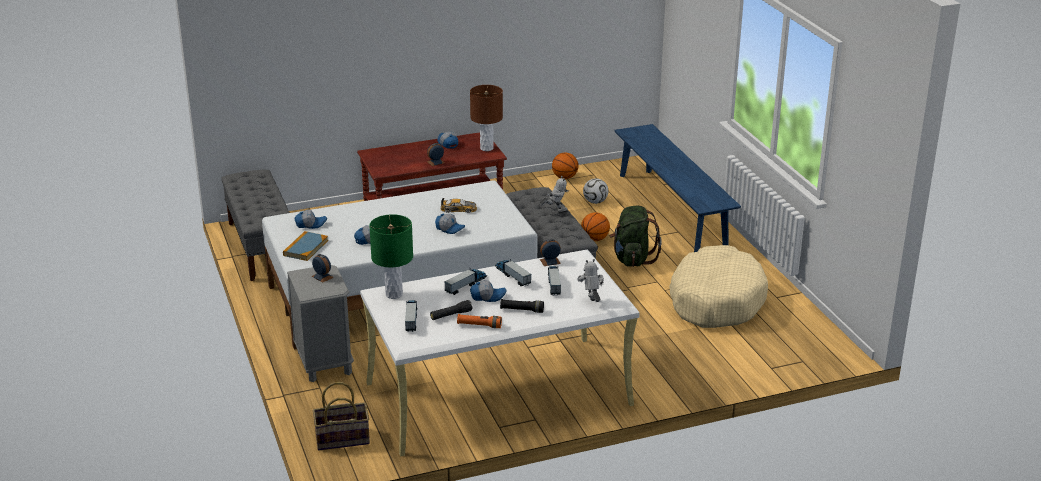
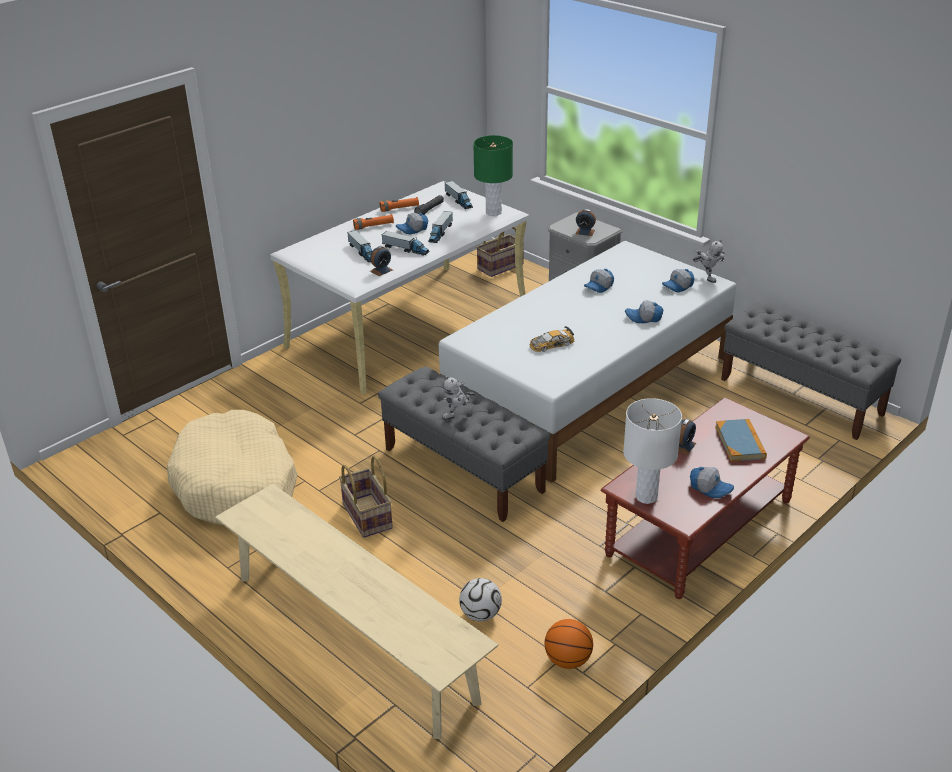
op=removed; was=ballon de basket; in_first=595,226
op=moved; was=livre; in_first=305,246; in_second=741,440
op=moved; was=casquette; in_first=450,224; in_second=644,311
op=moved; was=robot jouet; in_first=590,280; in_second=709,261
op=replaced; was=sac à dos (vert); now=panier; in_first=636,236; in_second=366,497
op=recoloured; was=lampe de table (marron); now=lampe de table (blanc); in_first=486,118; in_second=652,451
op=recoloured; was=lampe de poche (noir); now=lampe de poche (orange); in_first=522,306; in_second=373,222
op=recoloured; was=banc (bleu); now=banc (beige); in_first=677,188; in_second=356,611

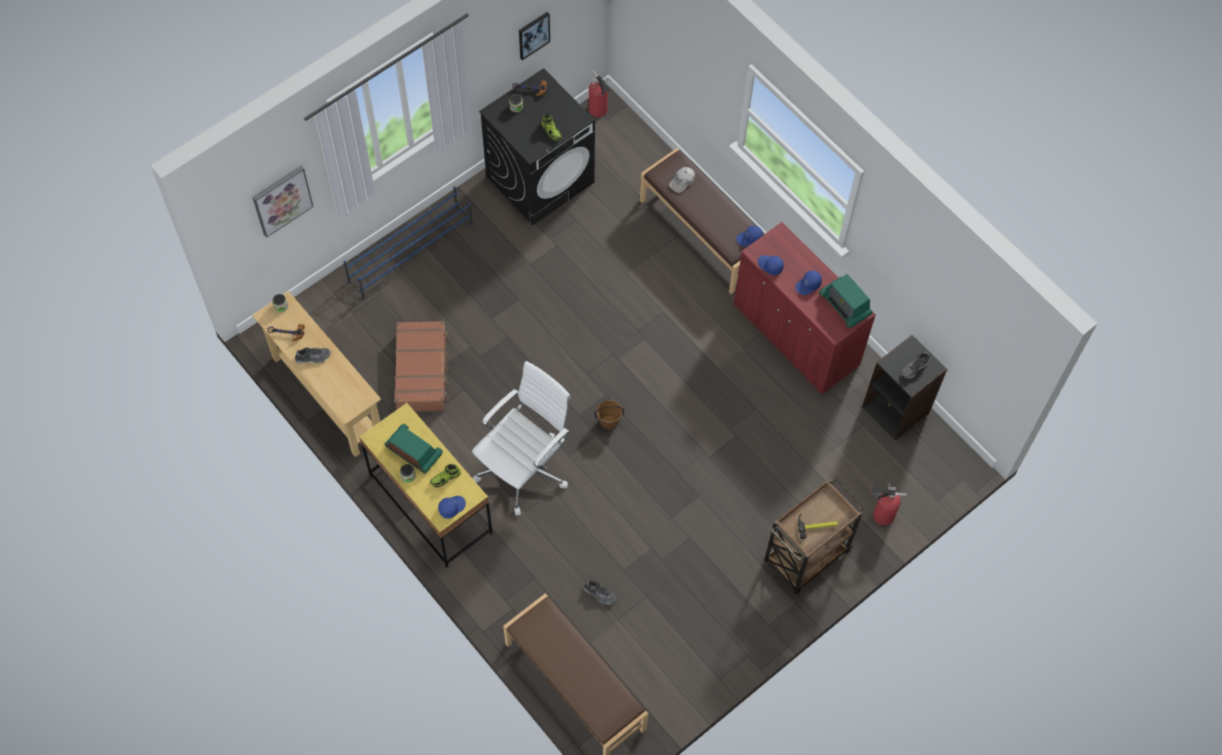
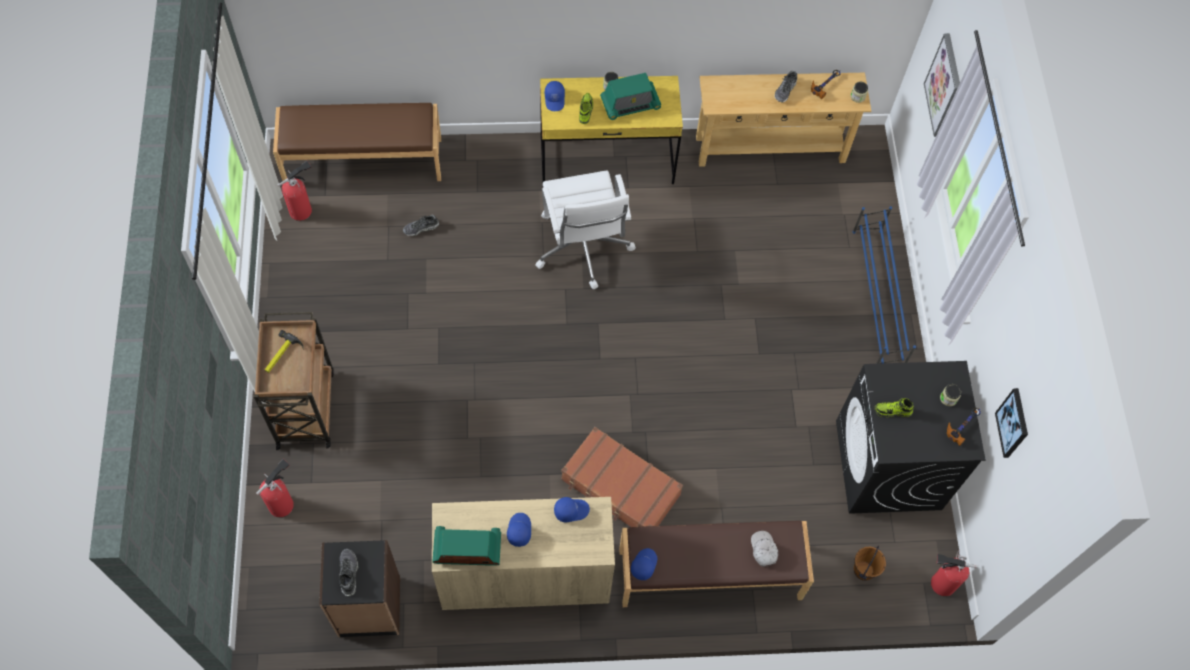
op=added; now=extincteur; in_second=294,191
op=moved; was=valise (marron); in_first=422,366; in_second=622,477
op=moved; was=seau (marron); in_first=609,415; in_second=870,563
op=recoloured; was=meuble de rangement (rouge); now=meuble de rangement (beige); in_first=805,308; in_second=523,553

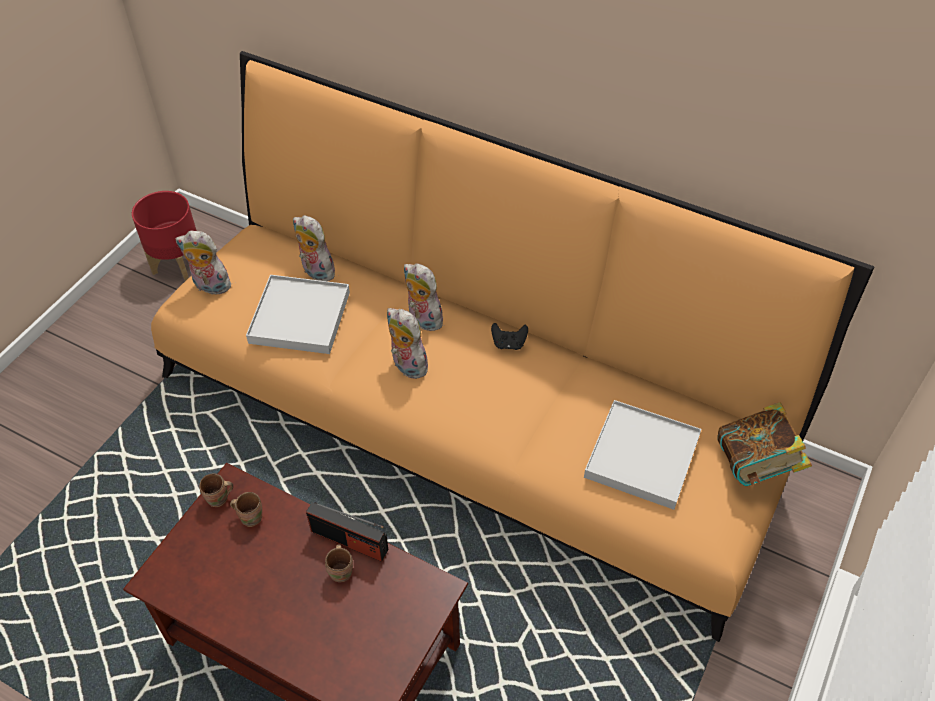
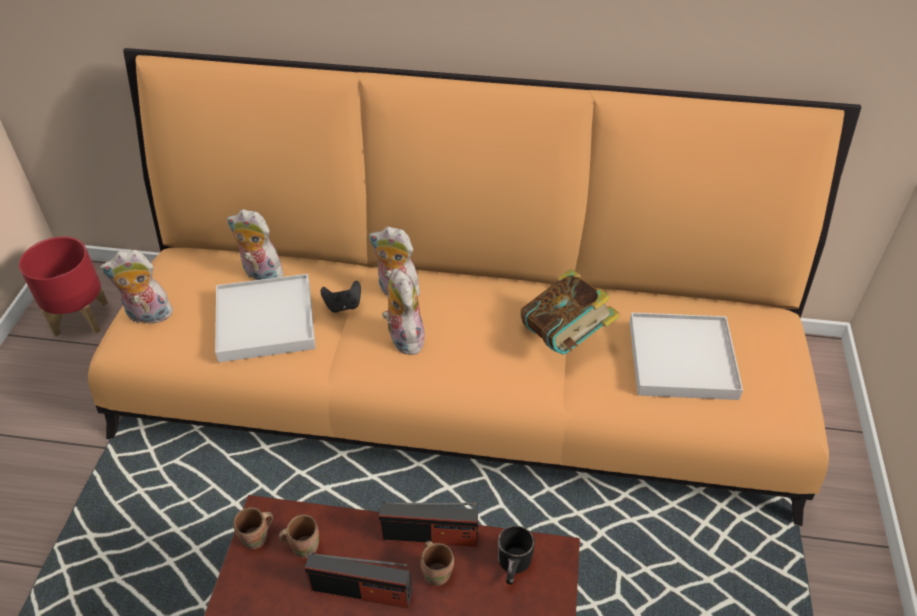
op=added; now=radio; in_second=358,580
op=added; now=mug (noir); in_second=516,555
op=moved; was=manette (noir); in_first=509,336; in_second=341,296
op=moved; was=livre; in_first=765,444; in_second=571,311
op=turned; was=peluche; in_first=408,343; in_second=403,311; clockwise=45

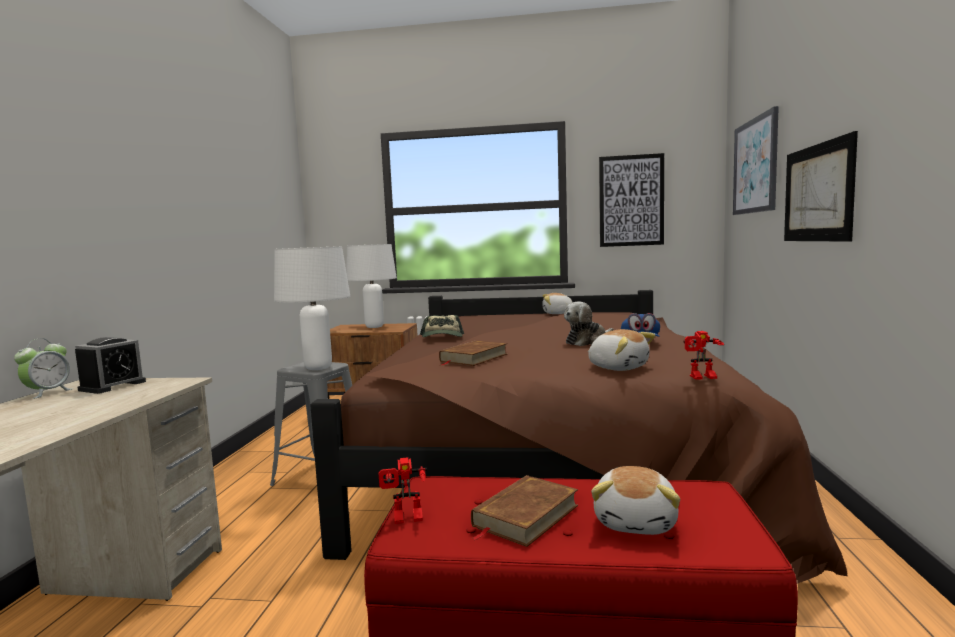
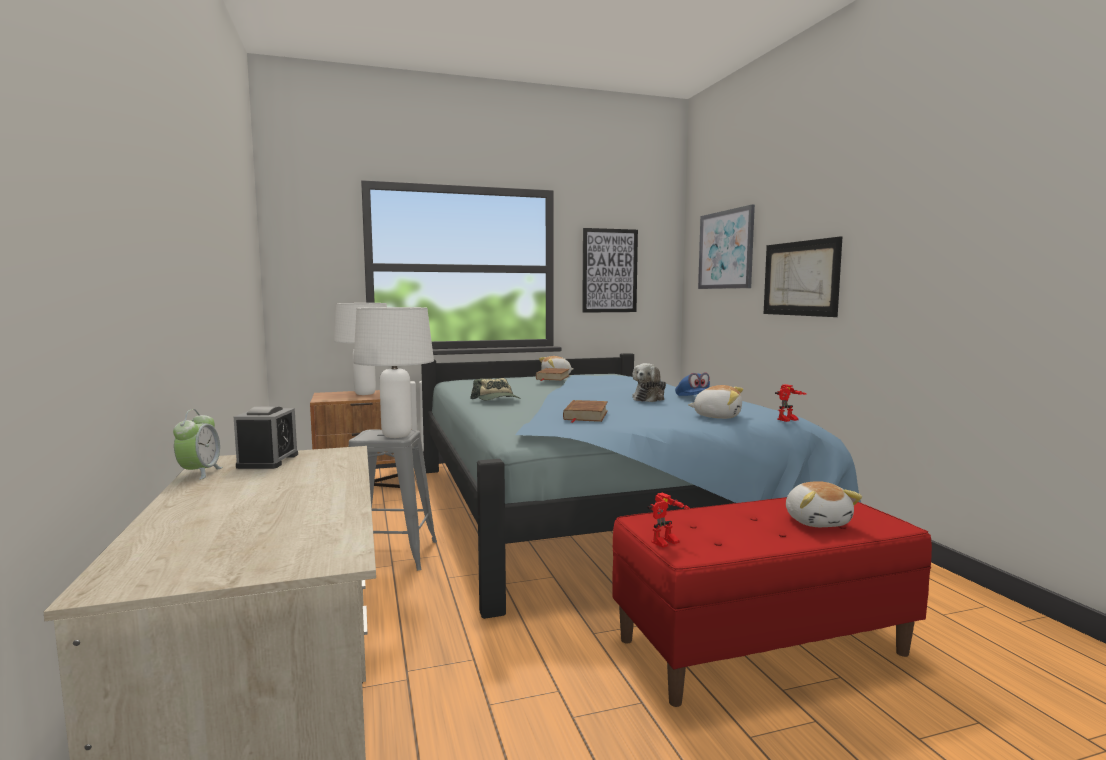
op=moved; was=livre (marron); in_first=524,511; in_second=553,374
op=recoloured; was=lit (marron); now=lit (bleu); in_first=579,437; in_second=641,486

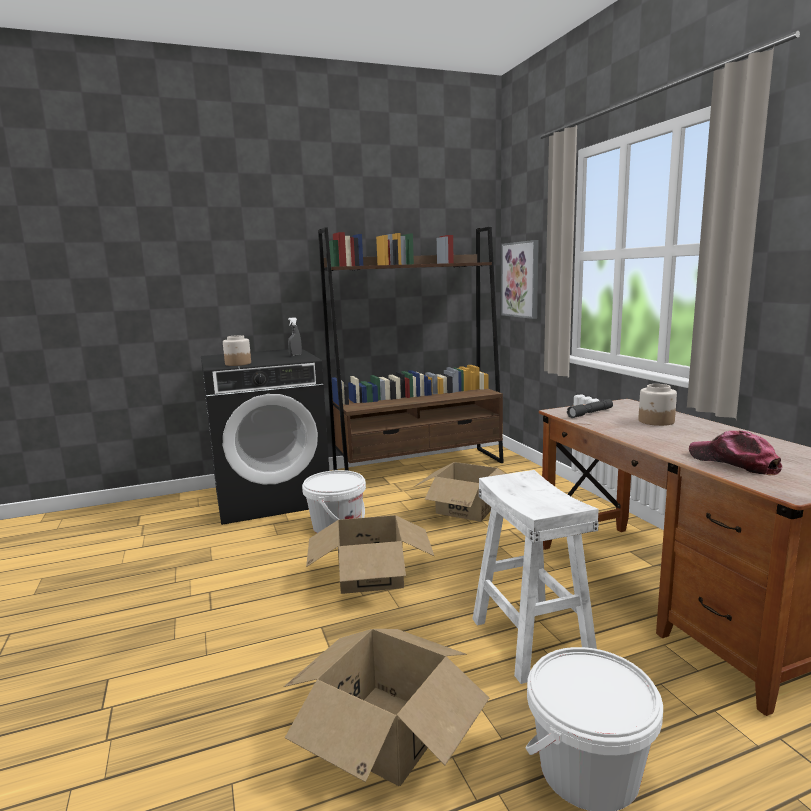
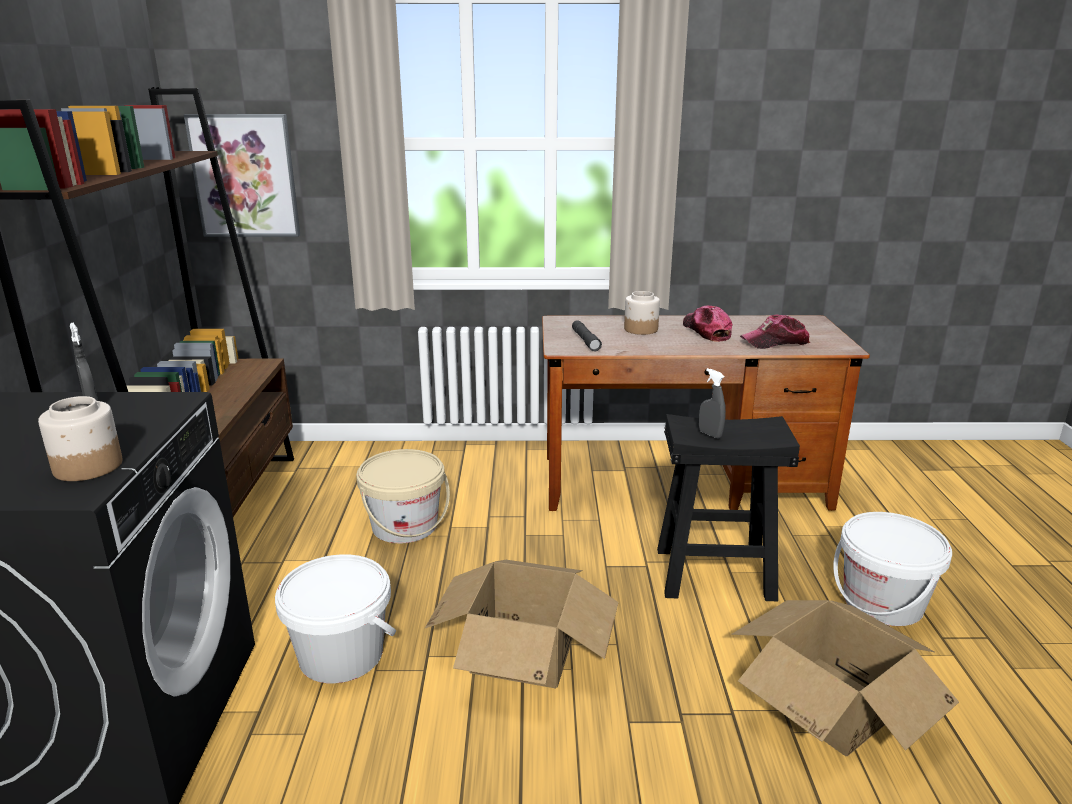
op=added; now=casquette; in_second=707,324
op=added; now=vaporisateur (gris); in_second=712,403
op=replaced; was=carton; now=seau (beige); in_first=459,492; in_second=403,496
op=recoloured; was=tabouret (blanc); now=tabouret (noir); in_first=536,577; in_second=728,507

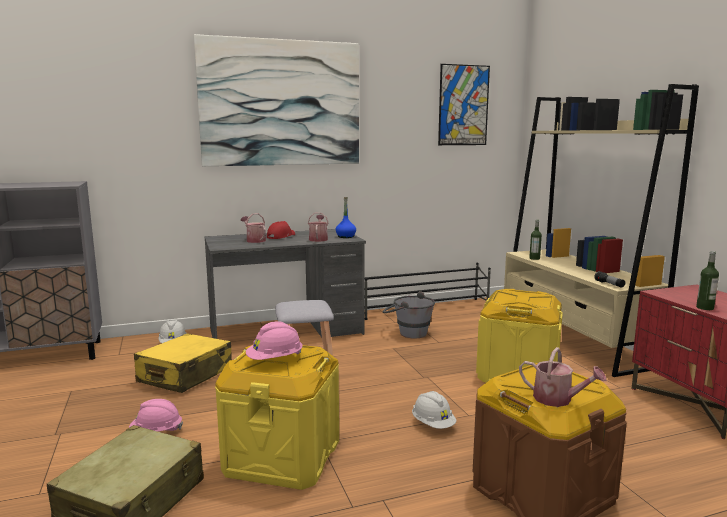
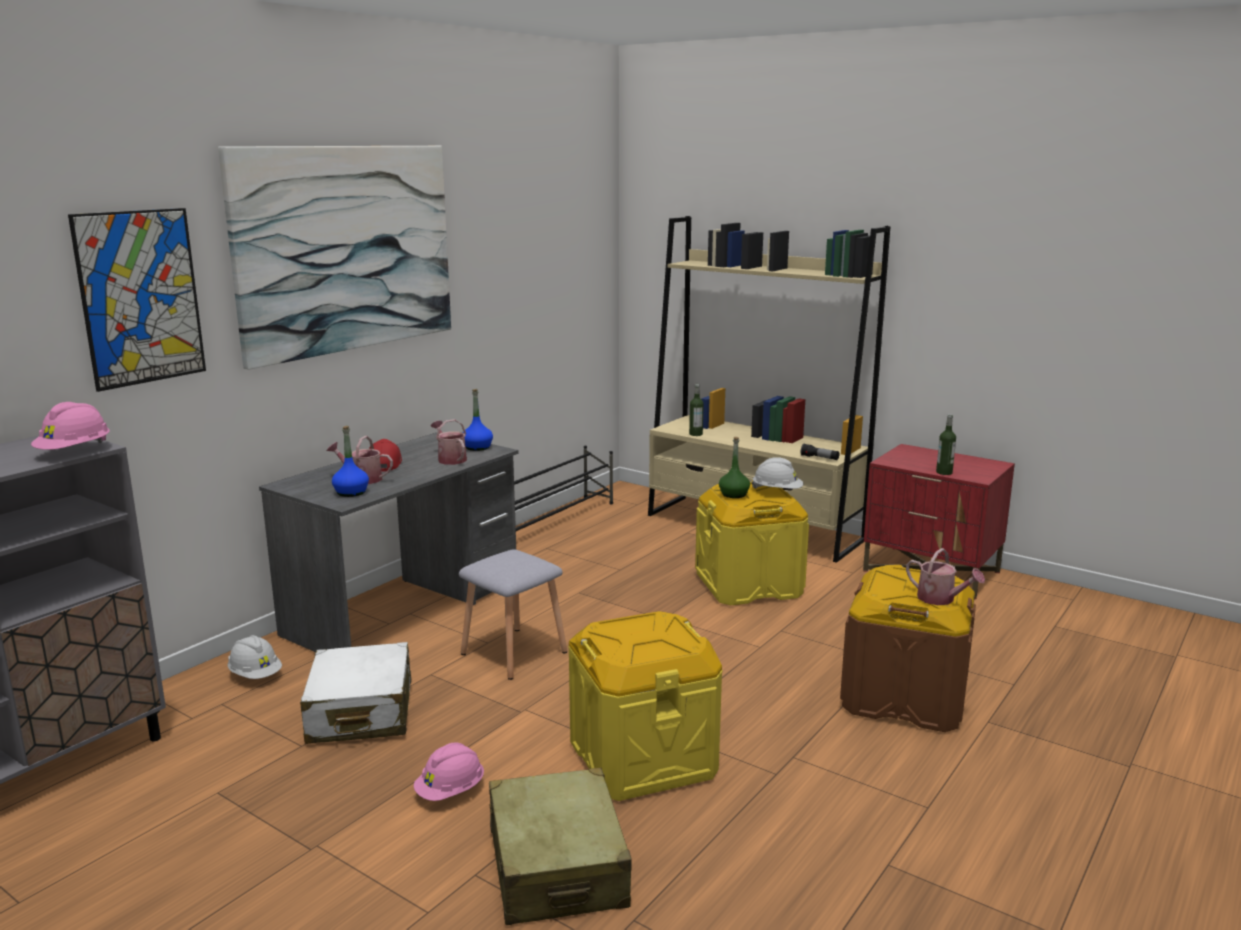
op=removed; was=seau (gris); in_first=409,314
op=added; now=bouteille (bleu); in_second=350,461
op=added; now=bouteille (vert); in_second=734,467
op=moved; was=casque de chantier (rose); in_first=274,340; in_second=70,426
op=moved; was=casque de chantier (blanc); in_first=434,410; in_second=777,473
op=moved; was=tableau; in_first=464,104; in_second=137,300
op=recoloured; was=valise (jaune); now=valise (blanc); in_first=183,363; in_second=355,693
op=turned; was=arrosoir; in_first=562,377; in_second=945,576; clockwise=45

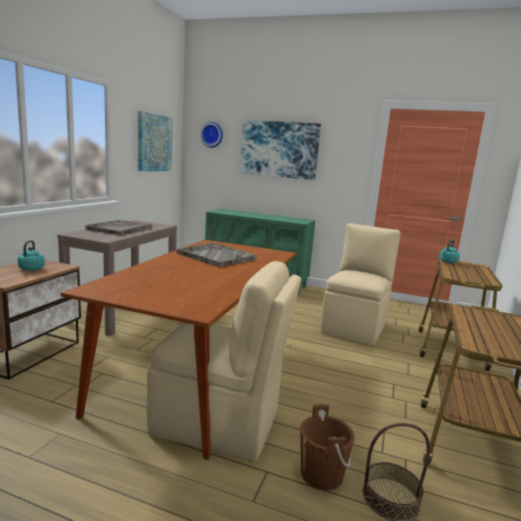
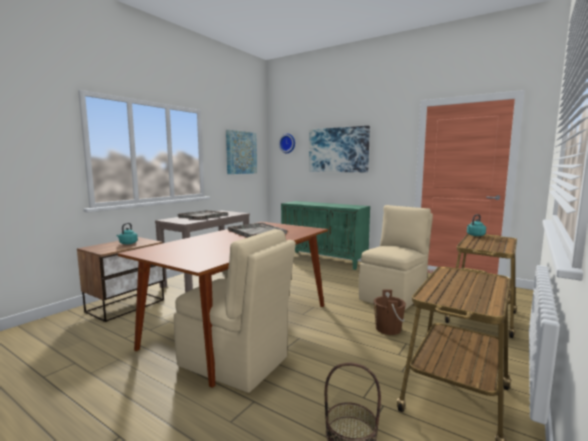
op=moved; was=seau (marron); in_first=327,447; in_second=390,312

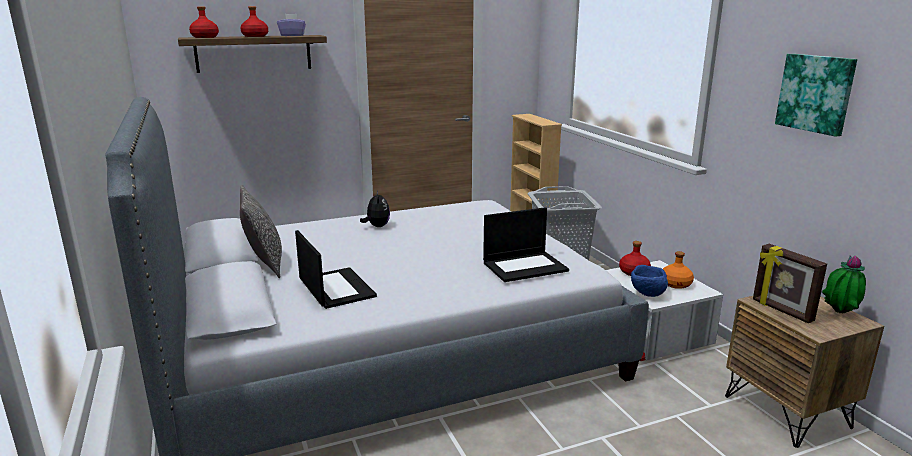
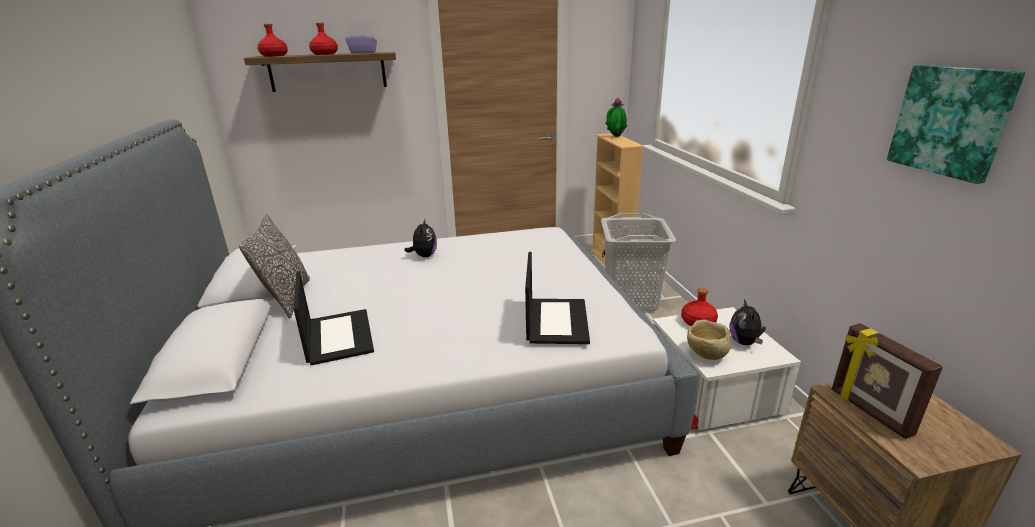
op=moved; was=plante en pot; in_first=844,284; in_second=616,117
op=replaced; was=bouteille (orange); now=peluche; in_first=678,270; in_second=748,322
op=recoloured; was=bol (bleu); now=bol (beige); in_first=649,281; in_second=709,339
op=turned; was=ordinateur portable; in_first=526,244; in_second=557,298; clockwise=-75

